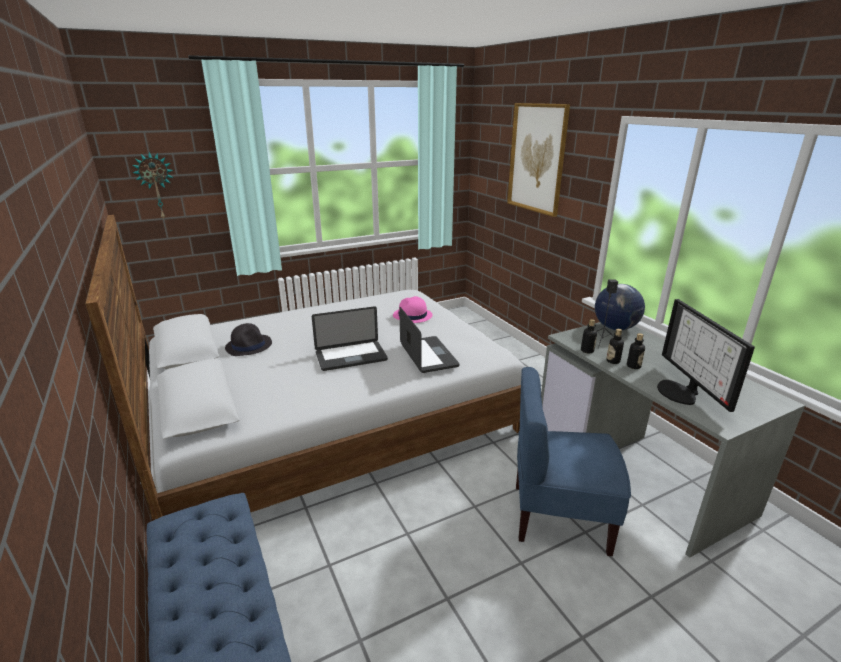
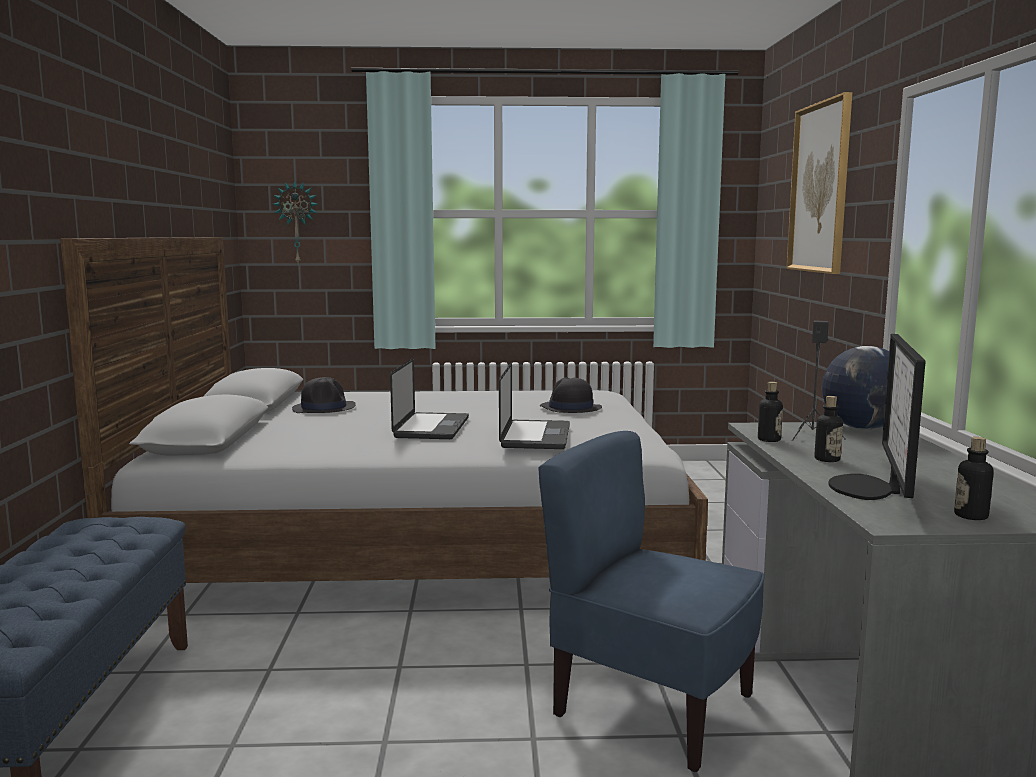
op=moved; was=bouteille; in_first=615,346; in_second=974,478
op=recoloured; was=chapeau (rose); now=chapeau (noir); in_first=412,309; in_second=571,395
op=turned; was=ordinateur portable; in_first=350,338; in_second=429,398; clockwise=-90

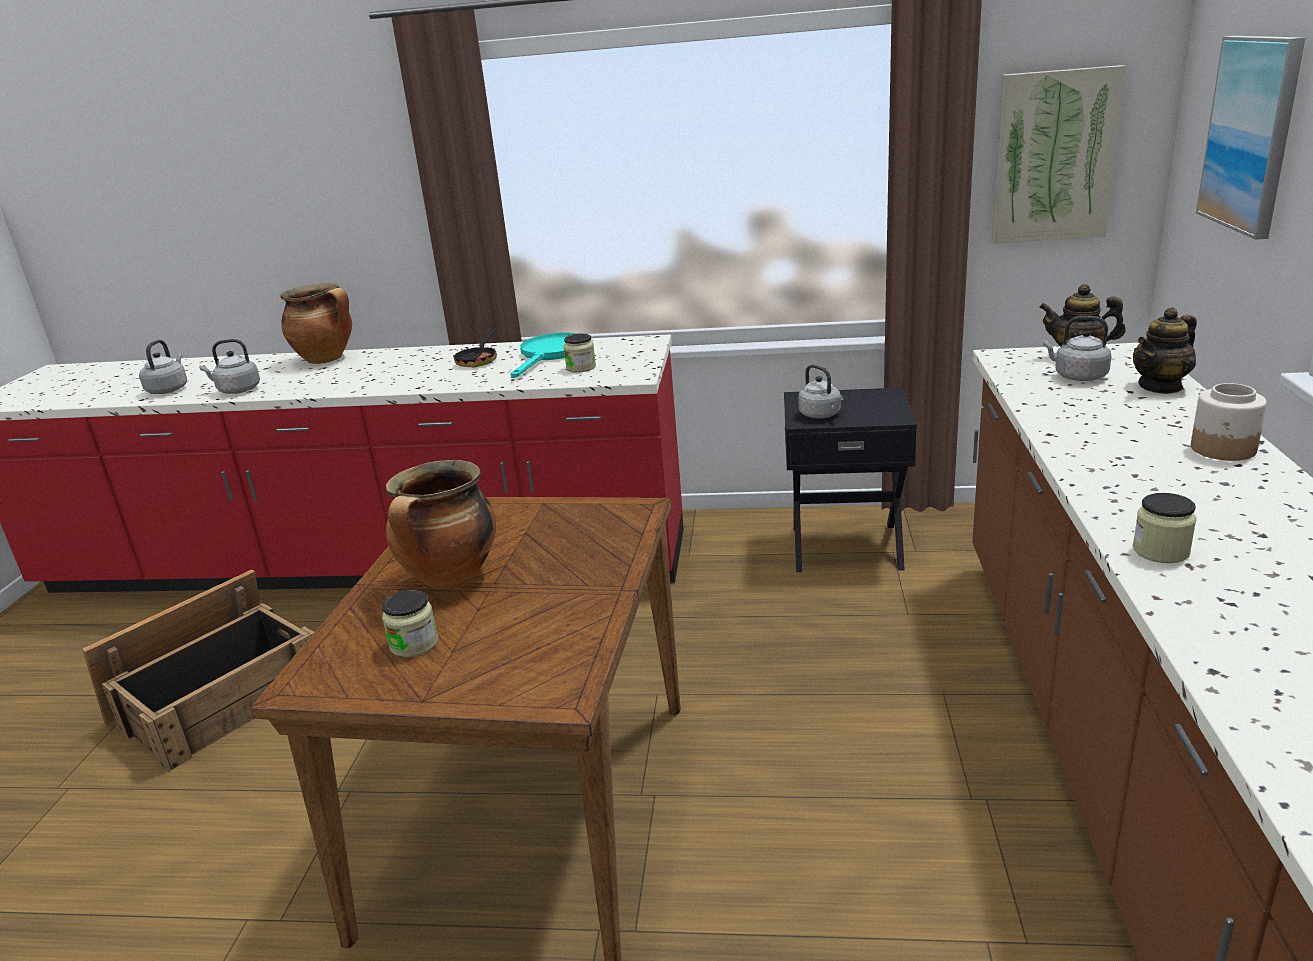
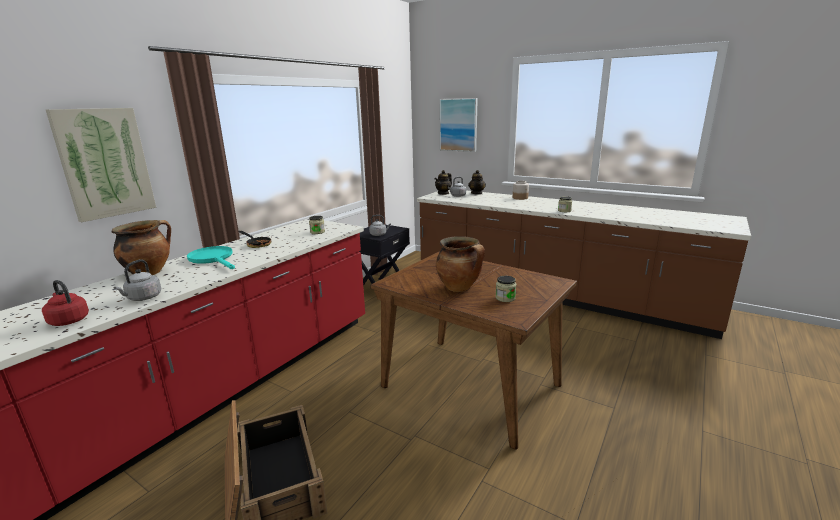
op=moved; was=poêle (turquoise); in_first=543,355; in_second=211,257
op=moved; was=tableau; in_first=1059,154; in_second=101,165
op=recoloured; was=bouilloire (gris); now=bouilloire (rouge); in_first=163,367; in_second=65,303

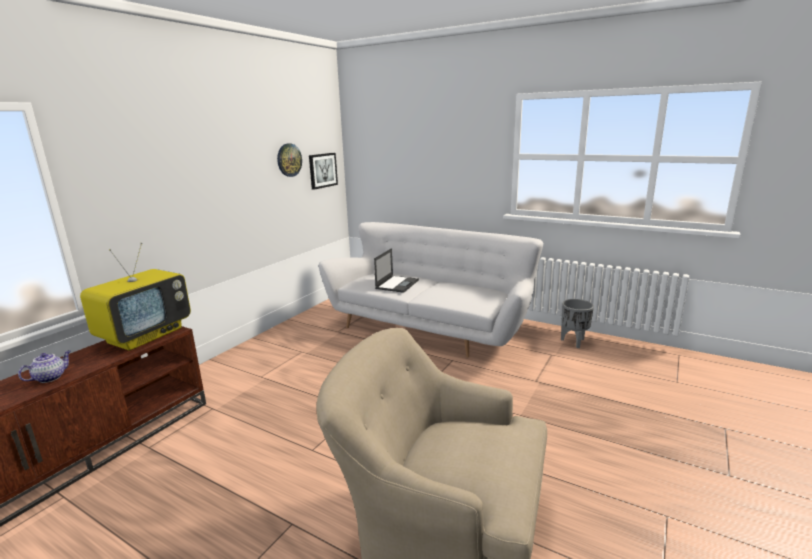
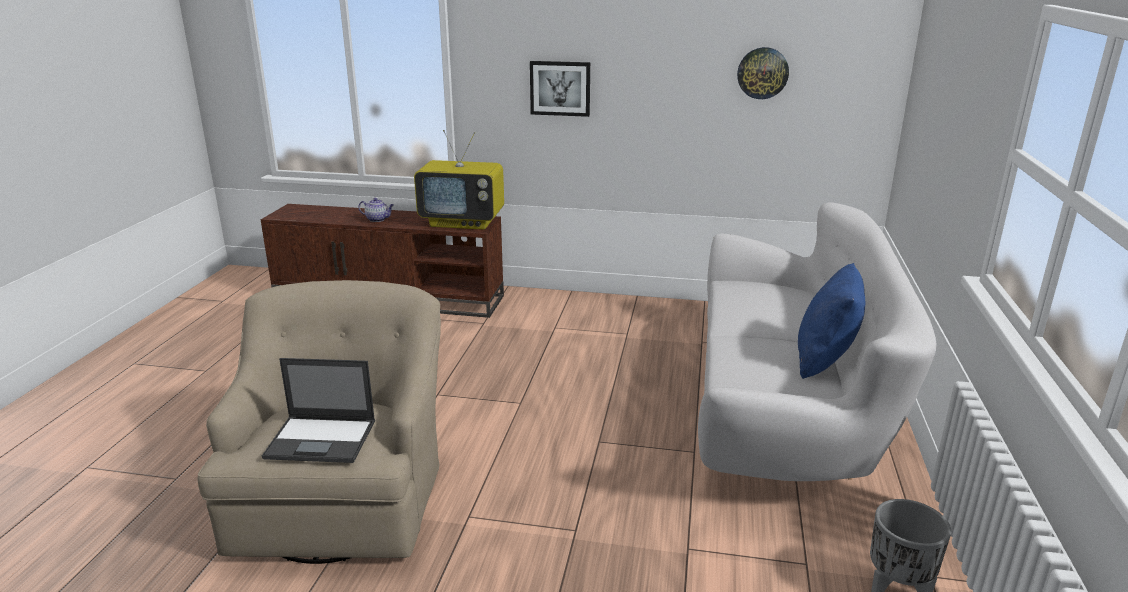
op=added; now=coussin (bleu); in_second=831,321
op=moved; was=tableau; in_first=323,171; in_second=560,89
op=moved; was=ordinateur portable; in_first=396,270; in_second=318,410

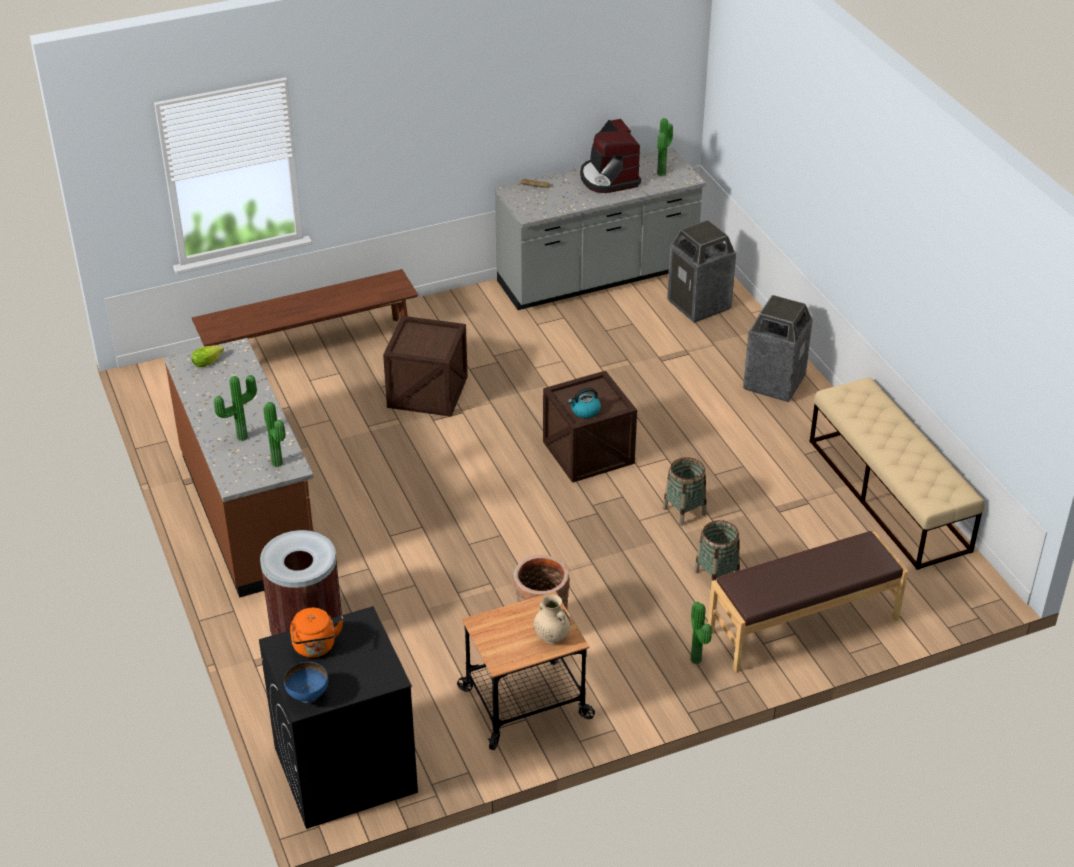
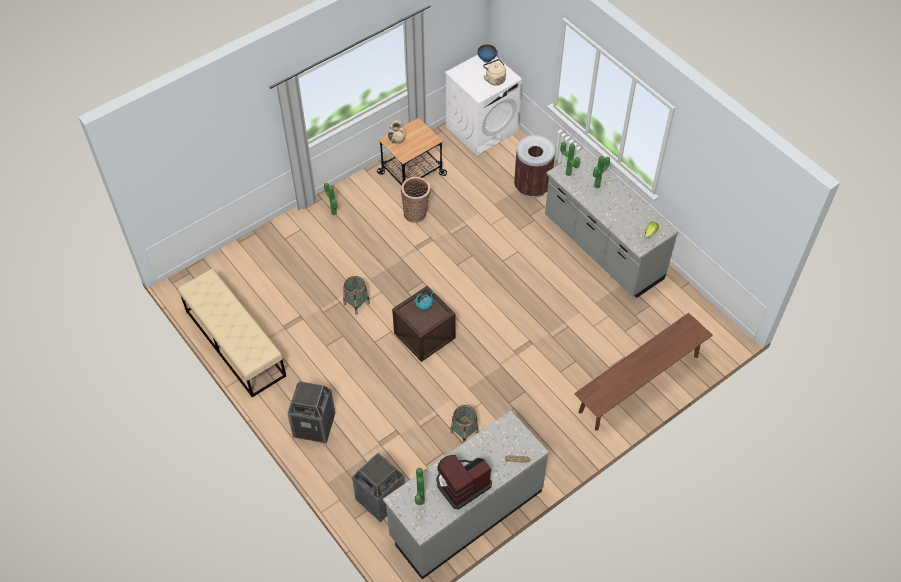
op=removed; was=caisse; in_first=425,366
op=removed; was=banc (marron); in_first=808,602
op=moved; was=panier; in_first=717,555; in_second=464,424
op=recoloured; was=comptoir de cuisine (marron); now=comptoir de cuisine (gris); in_first=239,468; in_second=611,223
op=recoloured; was=lave-linge (noir); now=lave-linge (blanc); in_first=338,717; in_second=483,105
op=recoloured; was=bouilloire (orange); now=bouilloire (beige); in_first=316,633; in_second=494,72
op=turned; was=machine à café; in_first=610,156; in_second=464,482; clockwise=-90

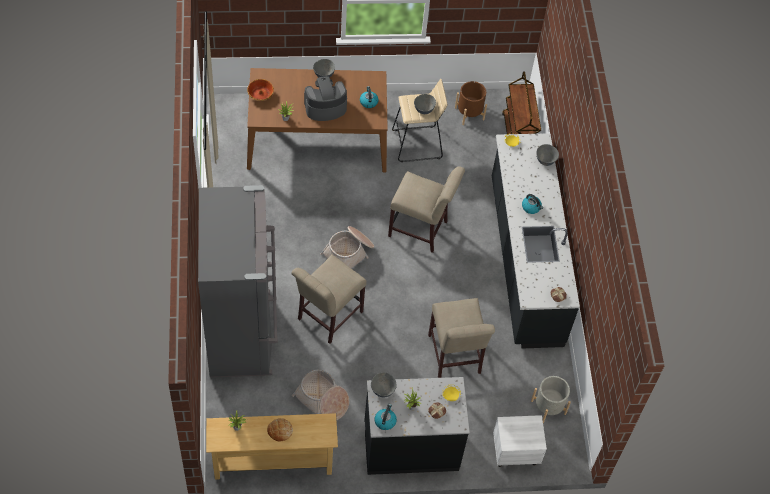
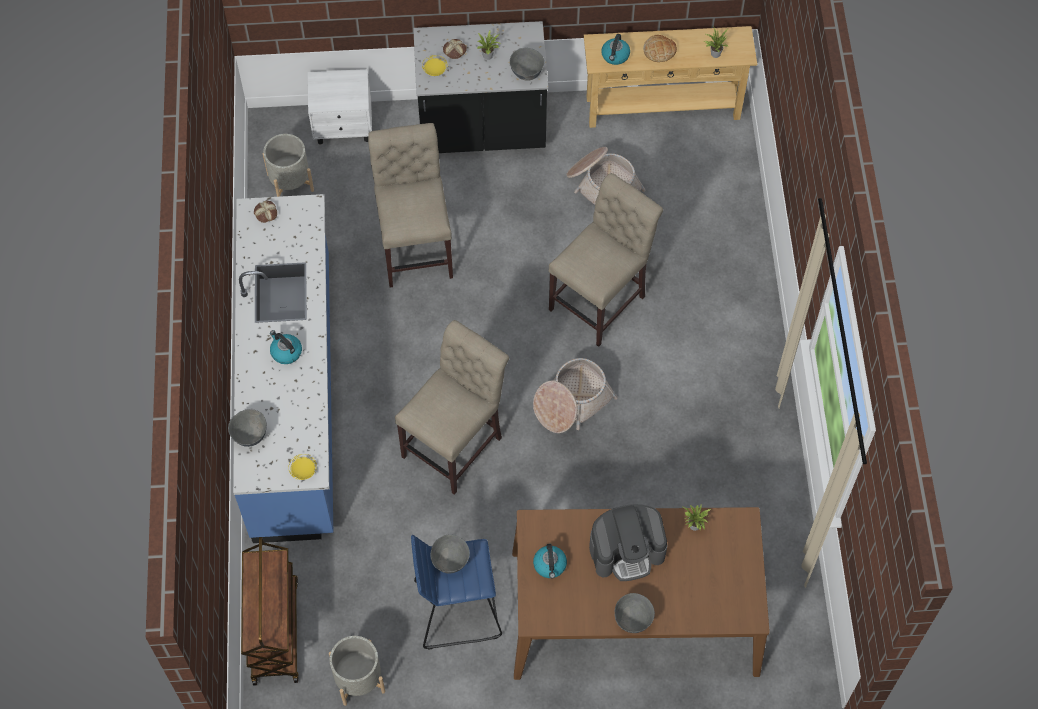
op=removed; was=réfrigérateur (gris); in_first=238,281
op=removed; was=bol; in_first=260,90
op=moved; was=bouilloire; in_first=385,417; in_second=615,49
op=recoloured; was=tabouret (beige); now=tabouret (bleu); in_first=419,120; in_second=456,592
op=recoloured; was=cache-pot (marron); now=cache-pot (gris); in_first=471,103; in_second=357,671
op=recoloured; was=comptoir de cuisine (noir); now=comptoir de cuisine (bleu); in_first=536,241; in_second=283,368
op=turned; was=chaise (beige); in_first=426,209; in_second=452,407; clockwise=105

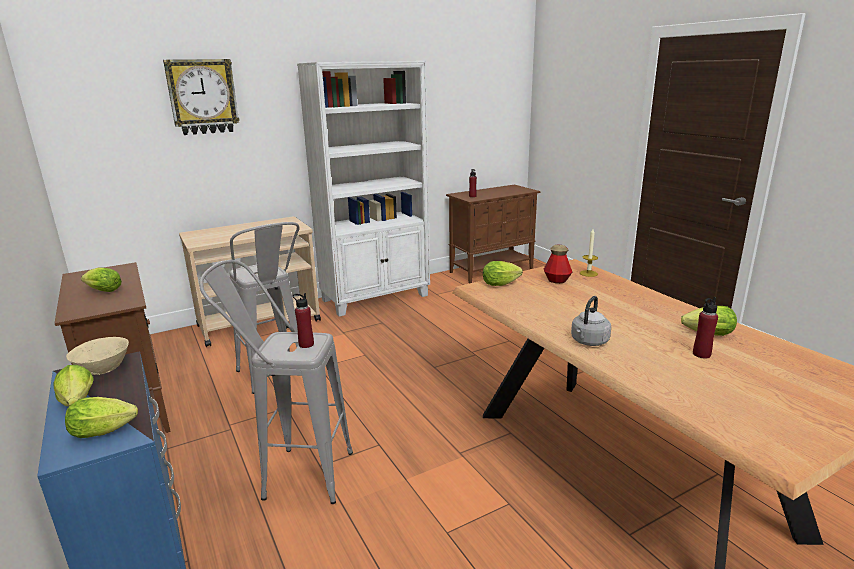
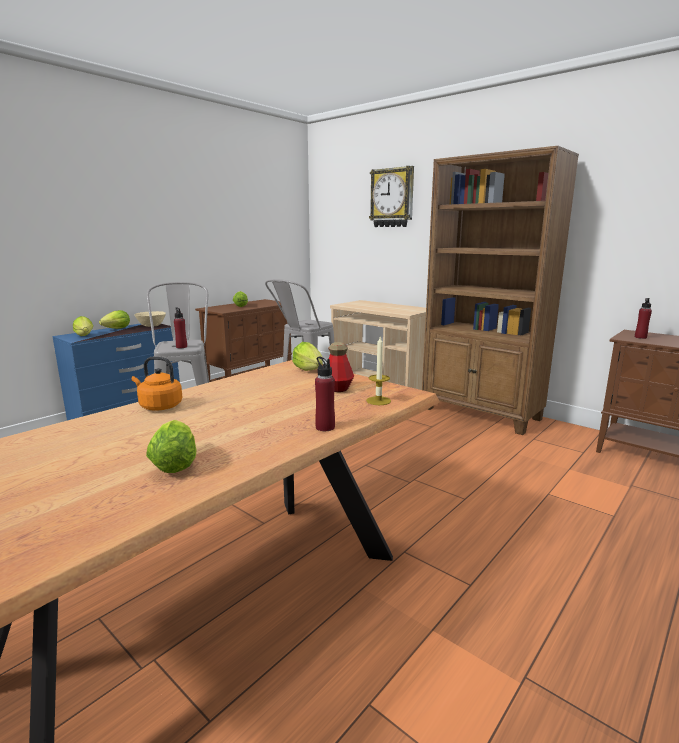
op=moved; was=bouteille (rouge); in_first=705,327; in_second=325,394
op=recoloured; was=bibliothèque (blanc); now=bibliothèque (marron); in_first=363,189; in_second=500,290
op=recoloured; was=bouilloire (gris); now=bouilloire (orange); in_first=591,321; in_second=157,384

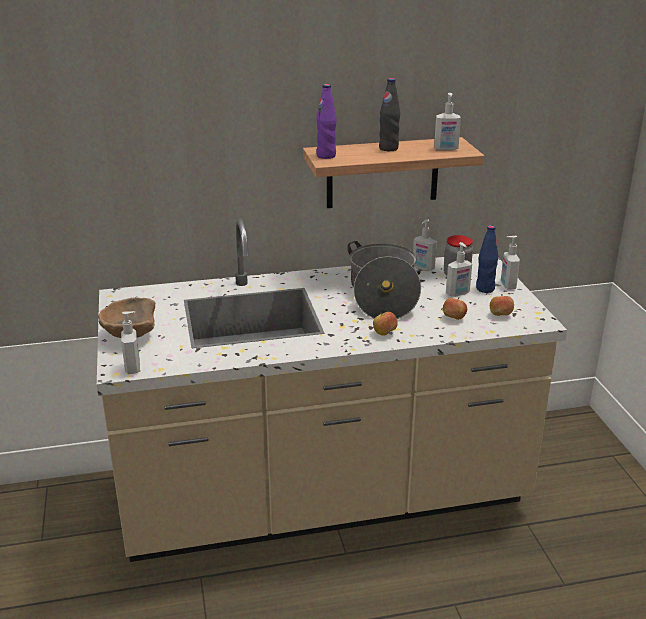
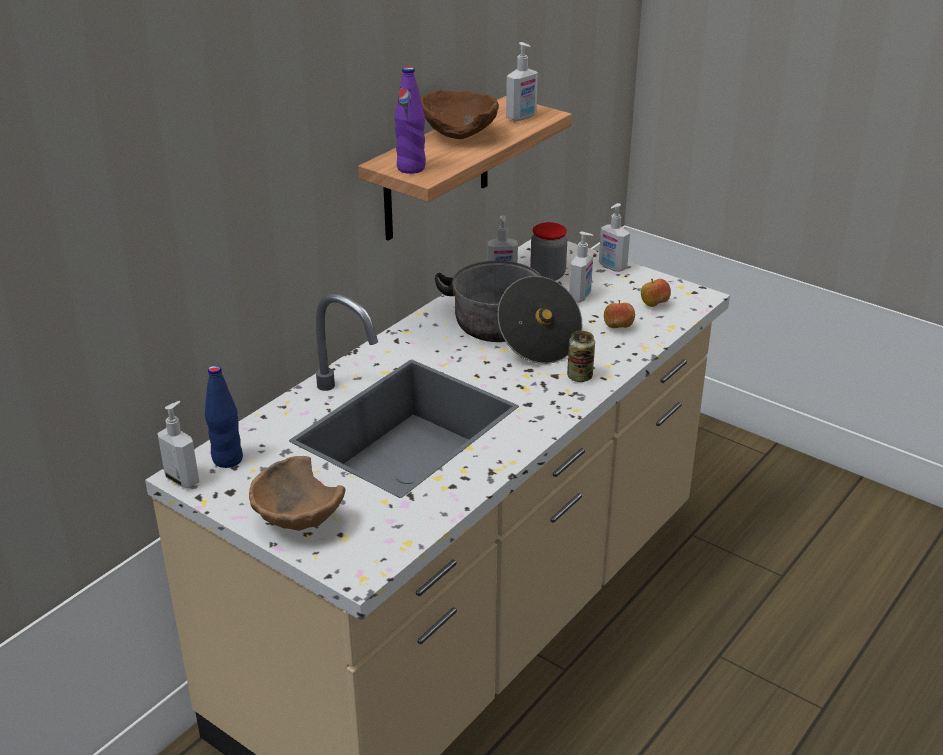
op=moved; was=distributeur de savon; in_first=130,342; in_second=178,444
op=moved; was=bouteille (bleu); in_first=487,259; in_second=224,416
op=replaced; was=pomme; now=boîte métallique; in_first=385,324; in_second=581,356
op=replaced; was=bouteille (noir); now=bol (marron); in_first=389,114; in_second=460,114

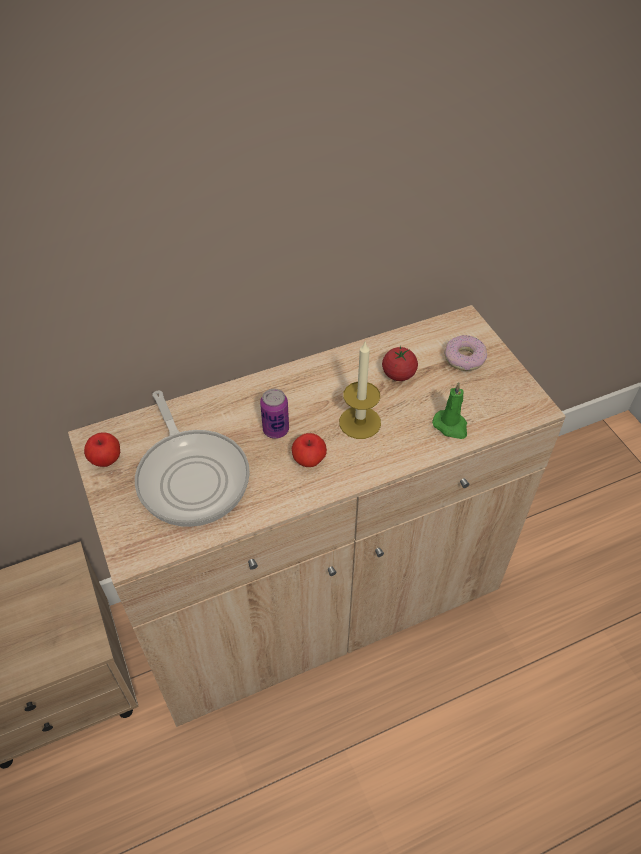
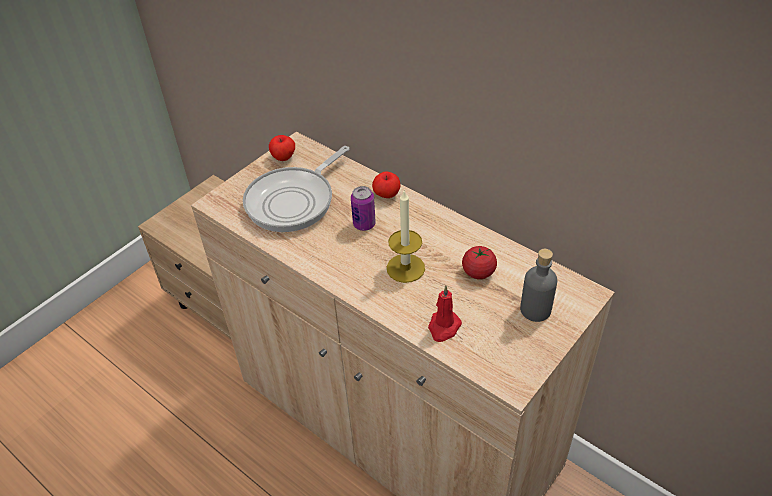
op=moved; was=pomme; in_first=309,450; in_second=386,185
op=replaced; was=beignet; now=bouteille (gris); in_first=465,353; in_second=538,285
op=recoloured; was=bougie (vert); now=bougie (rouge); in_first=449,411; in_second=445,314

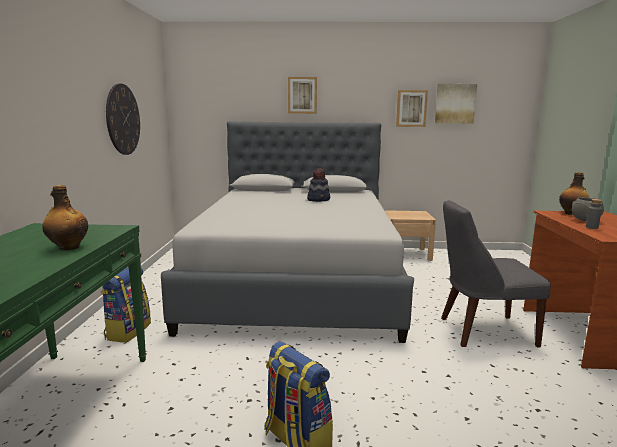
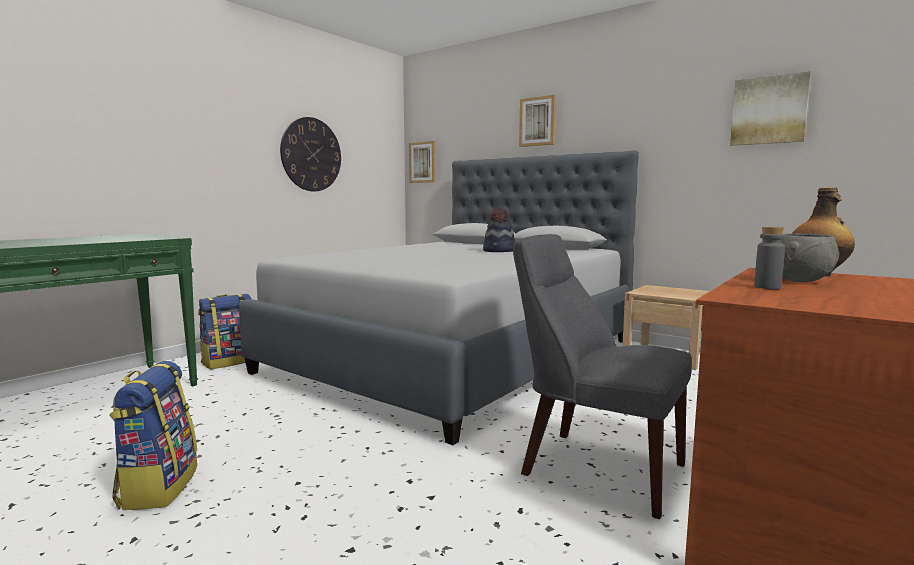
op=removed; was=bouteille; in_first=65,217
op=moved; was=tableau; in_first=412,108; in_second=422,162

